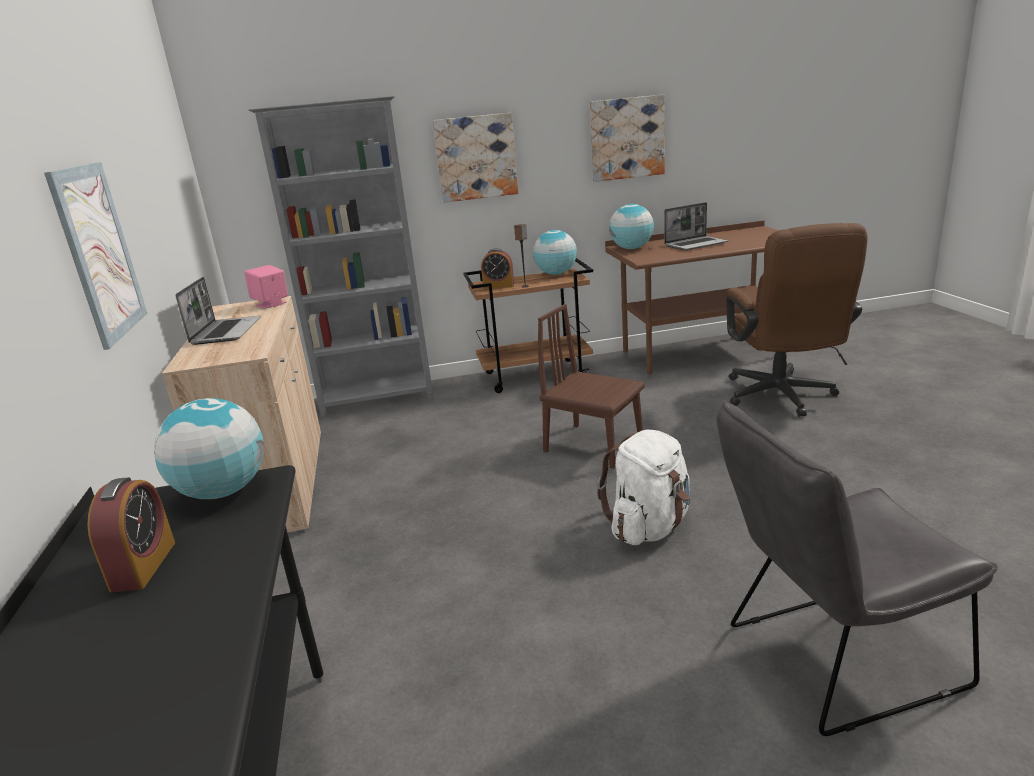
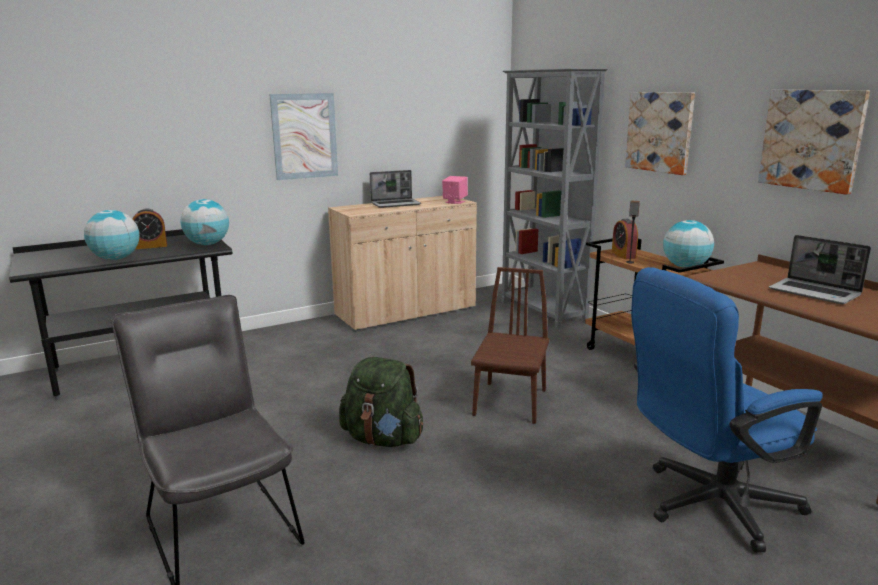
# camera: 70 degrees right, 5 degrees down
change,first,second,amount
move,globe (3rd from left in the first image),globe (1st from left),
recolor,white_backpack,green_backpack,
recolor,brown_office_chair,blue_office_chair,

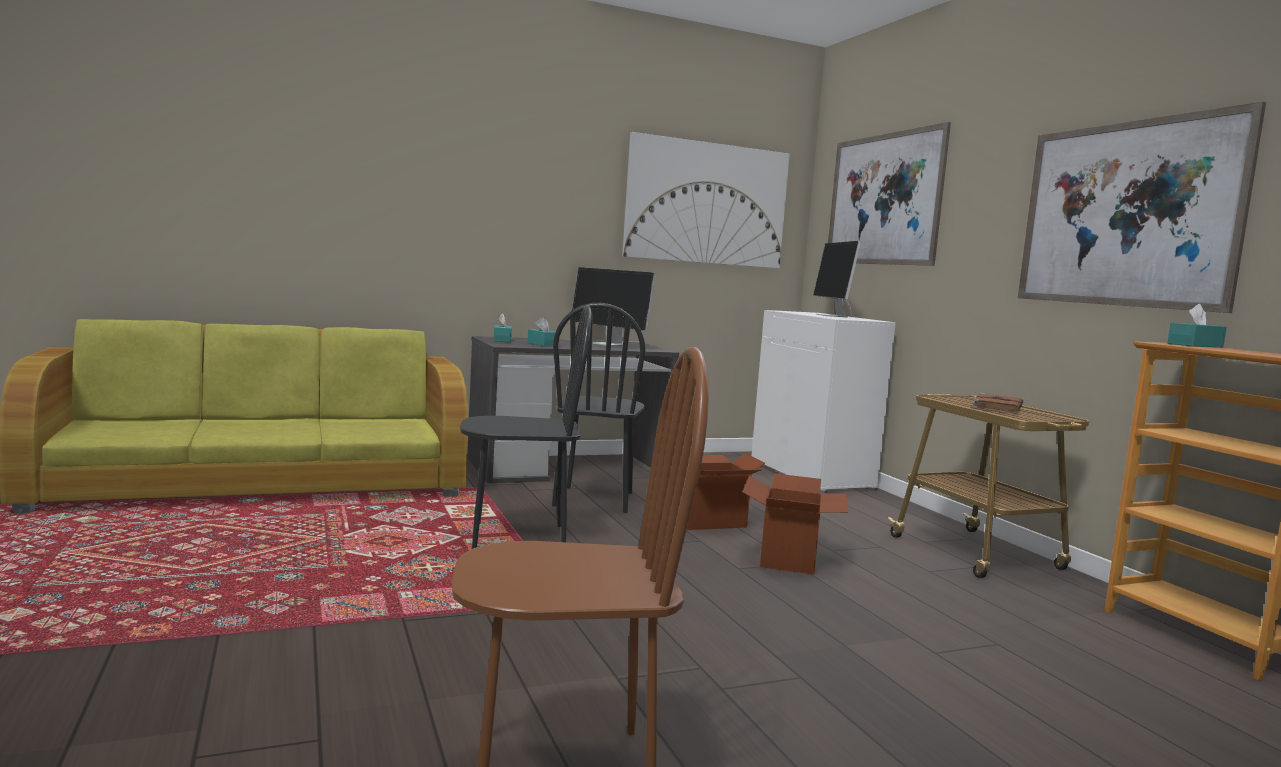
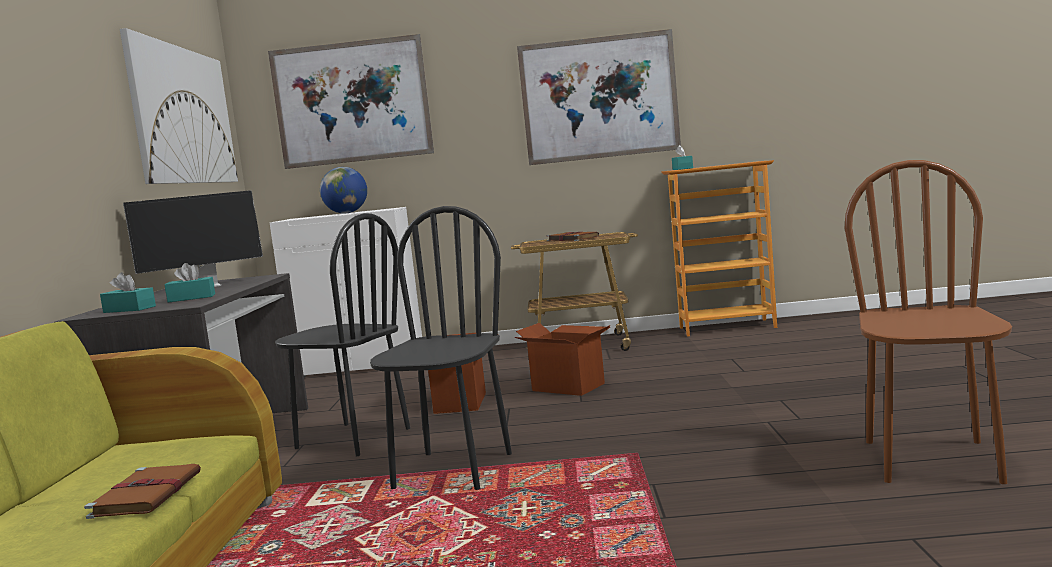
# camera: 65 degrees left, 0 degrees up
change,first,second,amount
insert,,brown_book (1st from left),
replace,monitor (2nd from left),globe,

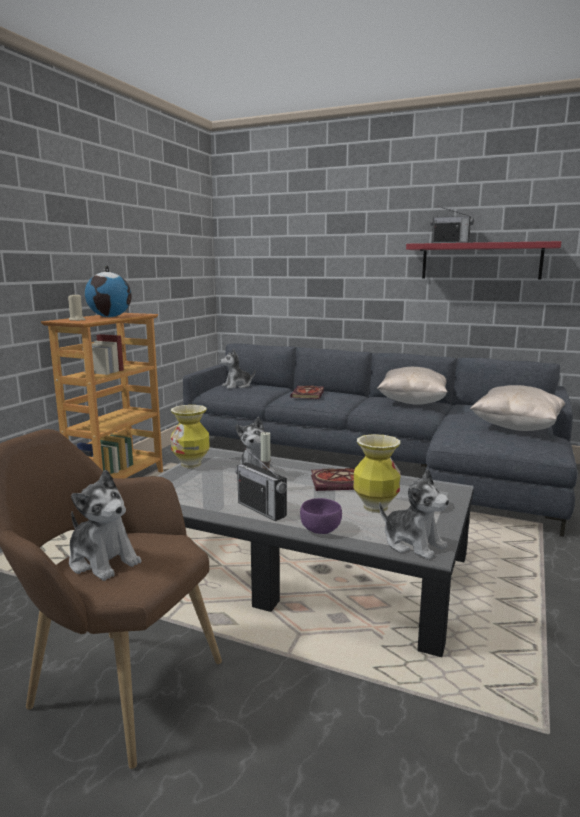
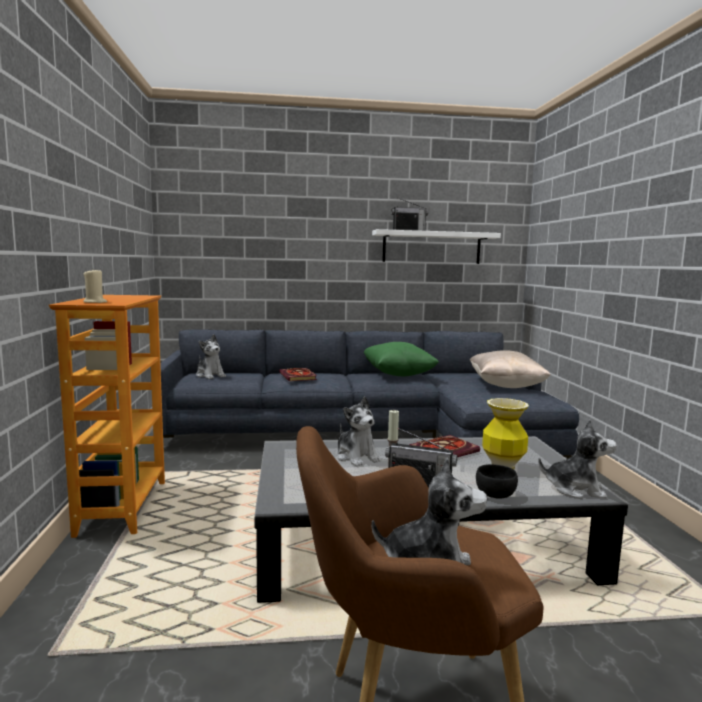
# camera: 30 degrees left, 5 degrees down
change,first,second,amount
delete,globe,,
delete,vase (1st from left),,
recolor,purple_bowl,black_bowl,
recolor,beige_pillow (1st from left),green_pillow,
recolor,red_shelf,white_shelf,
rotate,plush_toy (2nd from left in the first image),plush_toy (1st from left),75 degrees counterclockwise

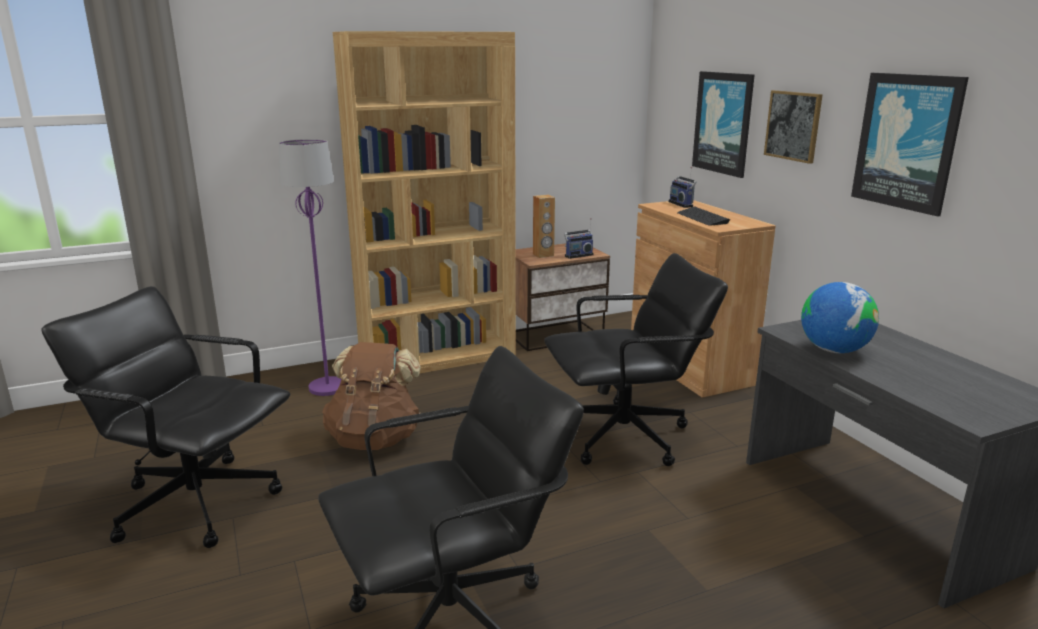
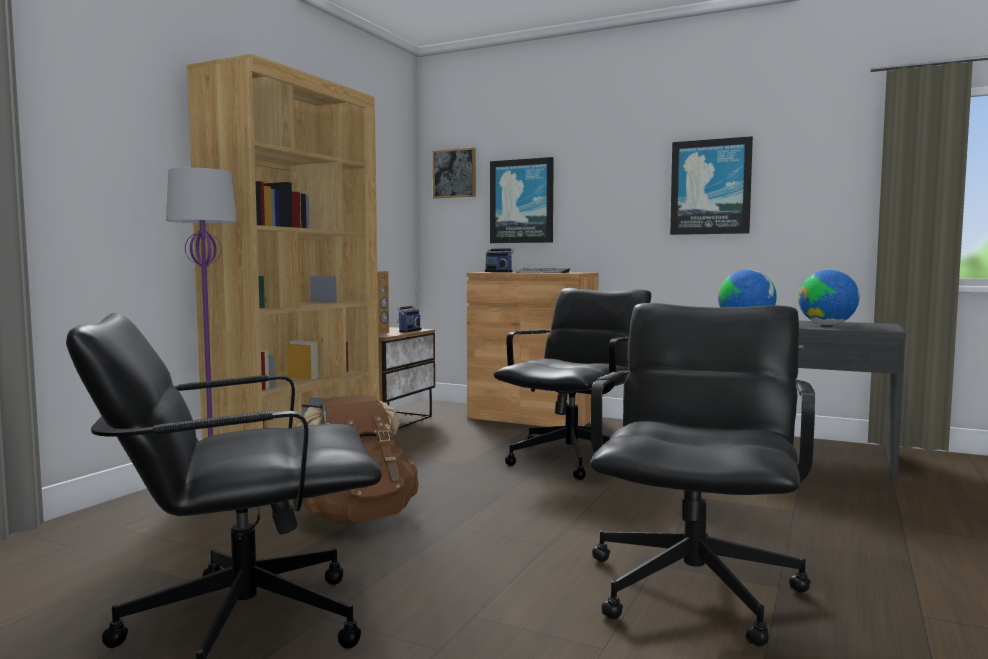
# camera: 40 degrees left, 15 degrees down
change,first,second,amount
insert,,globe (2nd from left),
move,picture (2nd from left in the first image),picture (1st from left),

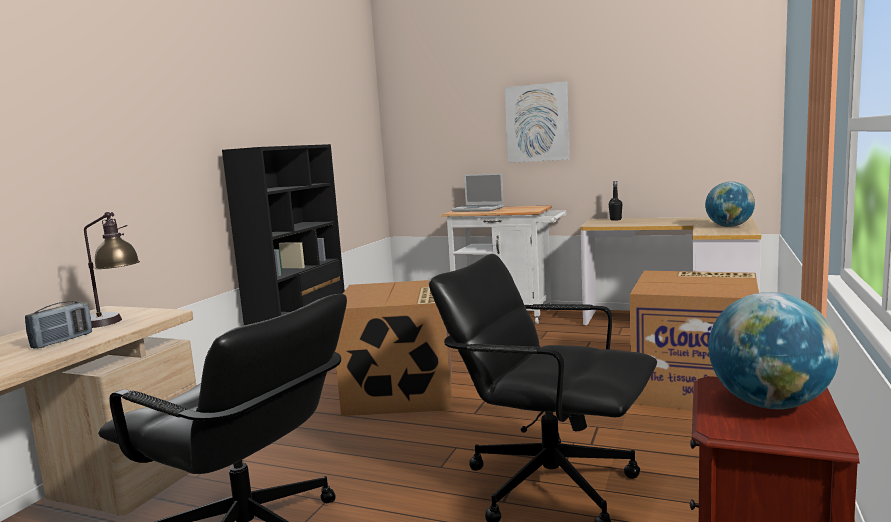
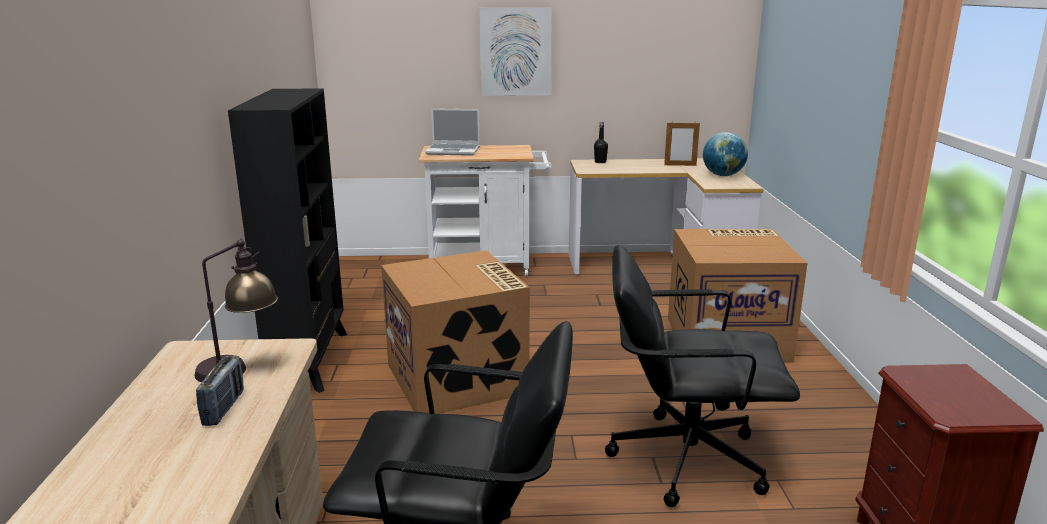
# camera: 25 degrees left, 10 degrees up
change,first,second,amount
delete,globe (2nd from left),,
insert,,picture_frame,

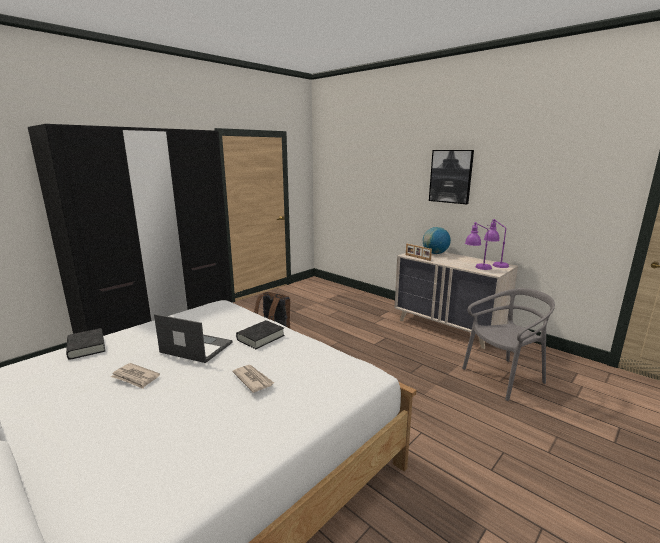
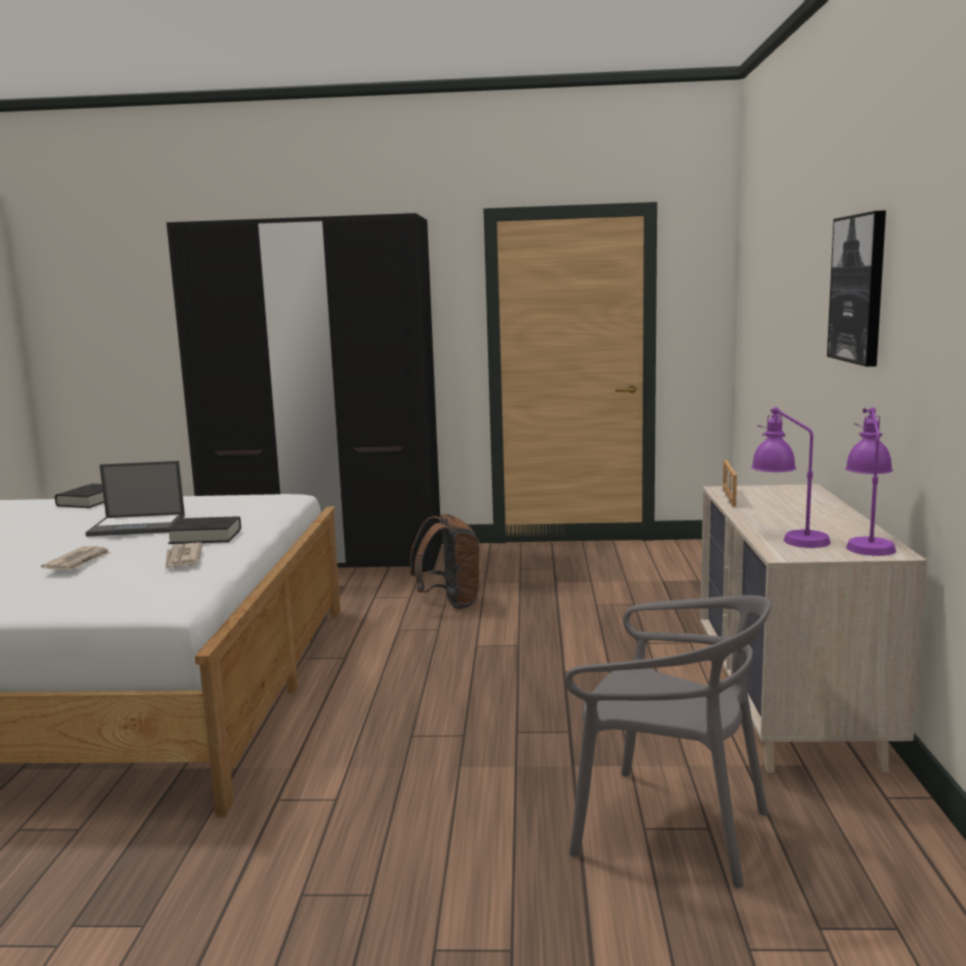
# camera: 50 degrees right, 5 degrees down
change,first,second,amount
delete,globe,,
move,newspaper (1st from left in the first image),newspaper (2nd from left),
rotate,laptop,,105 degrees clockwise

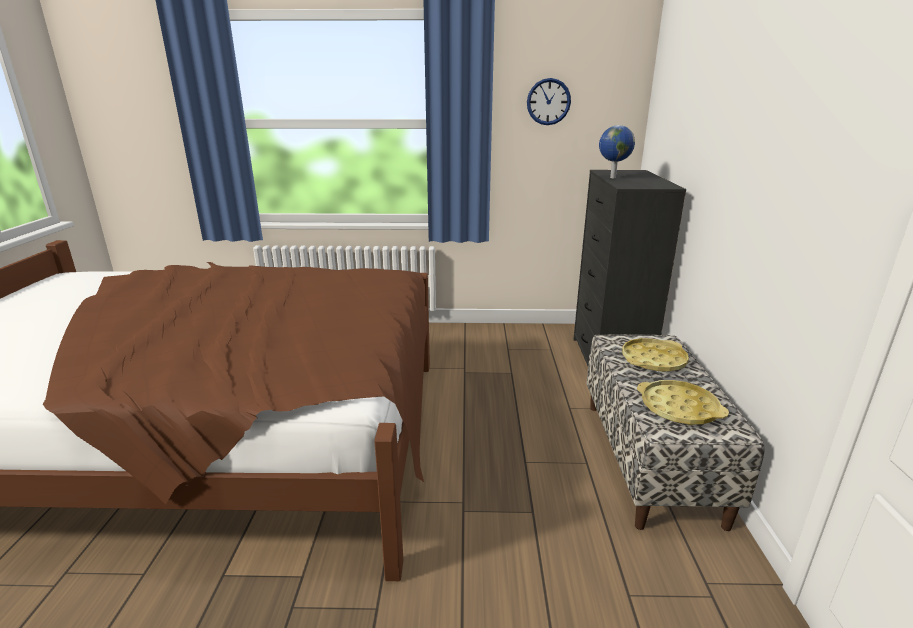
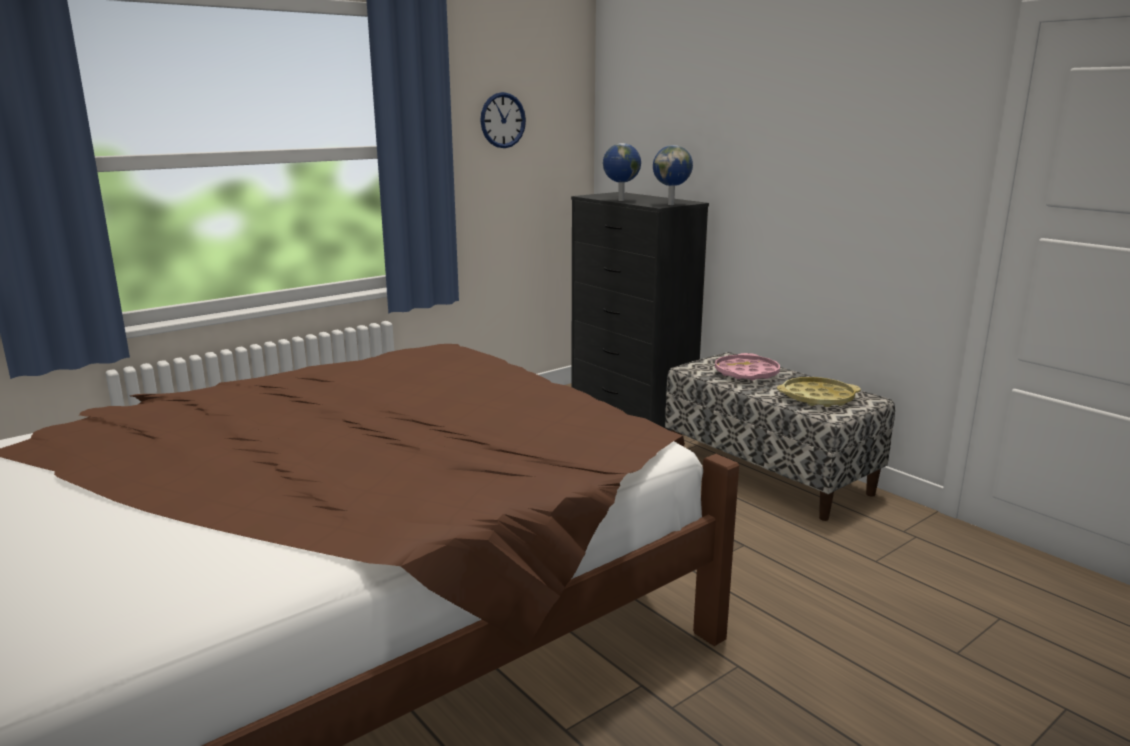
# camera: 40 degrees left, 5 degrees down
change,first,second,amount
insert,,globe (2nd from left),
recolor,yellow_tray (1st from left),pink_tray,

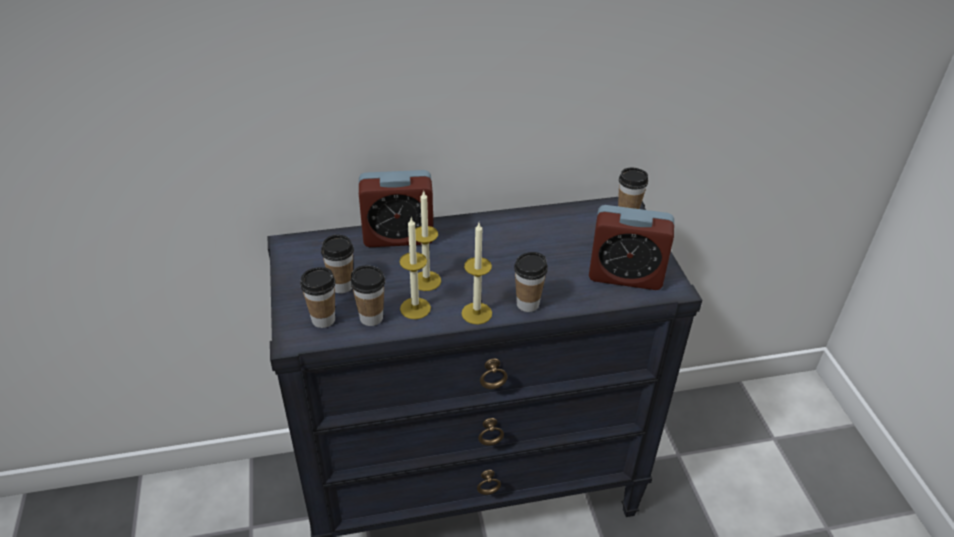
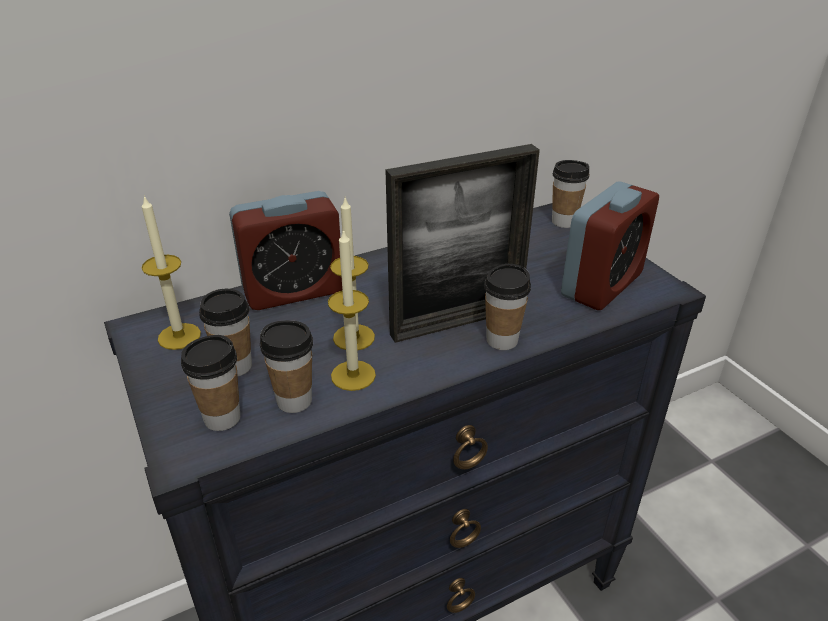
# camera: 15 degrees left, 5 degrees down
change,first,second,amount
insert,,picture_frame,
move,candle (3rd from left in the first image),candle (1st from left),
rotate,alarm_clock (2nd from left),,45 degrees counterclockwise

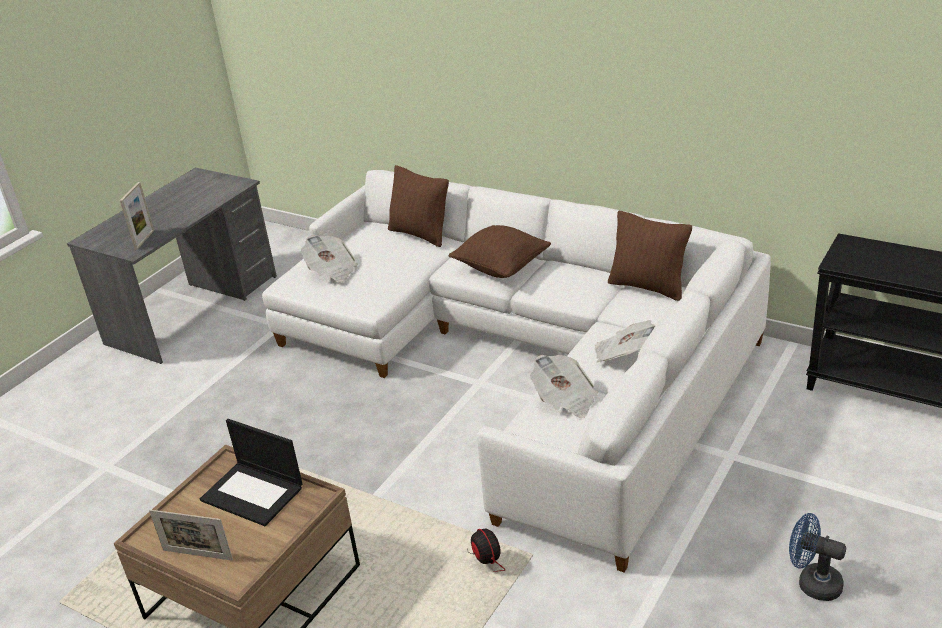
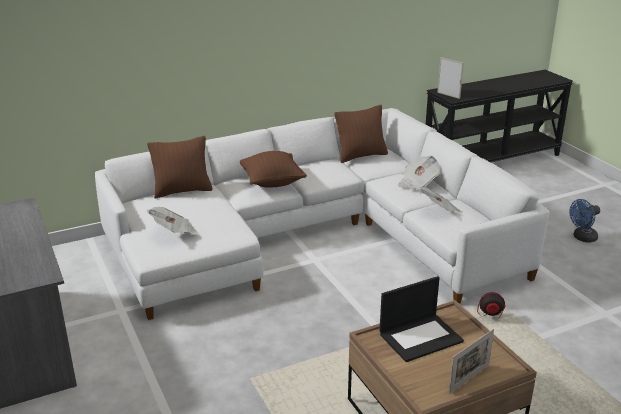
# camera: 60 degrees left, 5 degrees down
change,first,second,amount
move,picture_frame (1st from left),,

